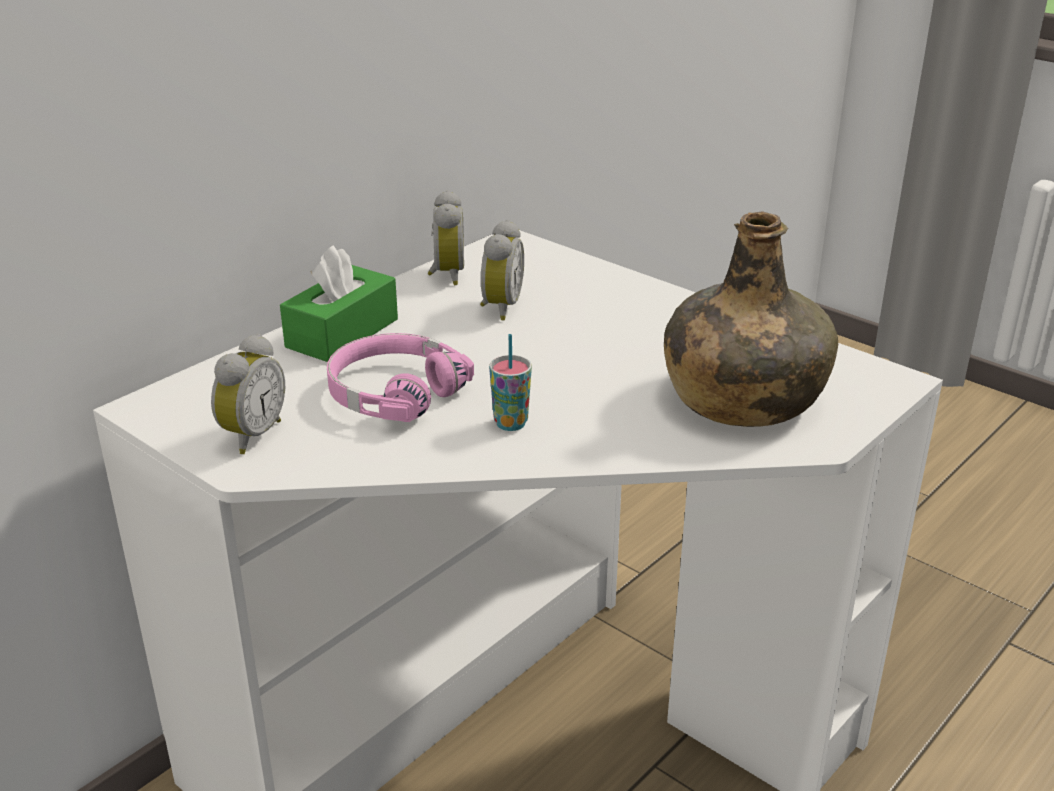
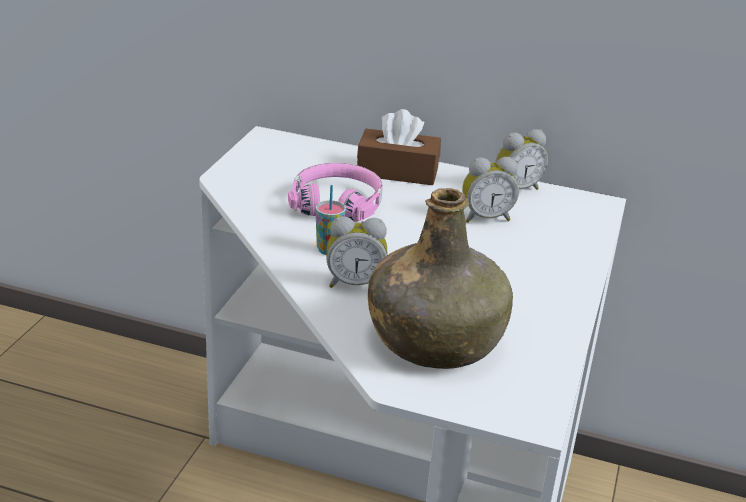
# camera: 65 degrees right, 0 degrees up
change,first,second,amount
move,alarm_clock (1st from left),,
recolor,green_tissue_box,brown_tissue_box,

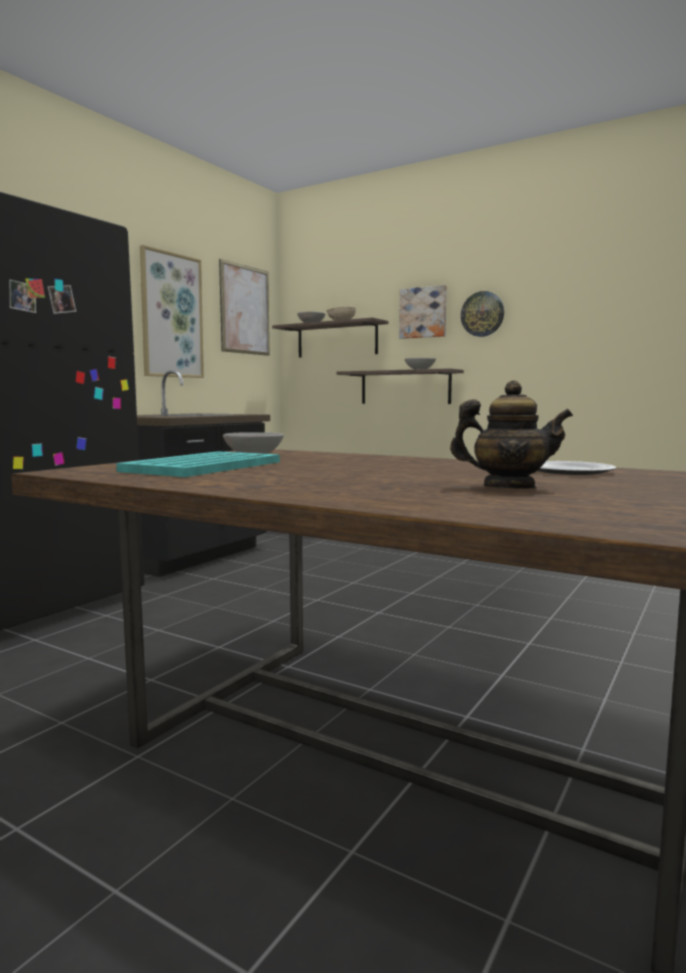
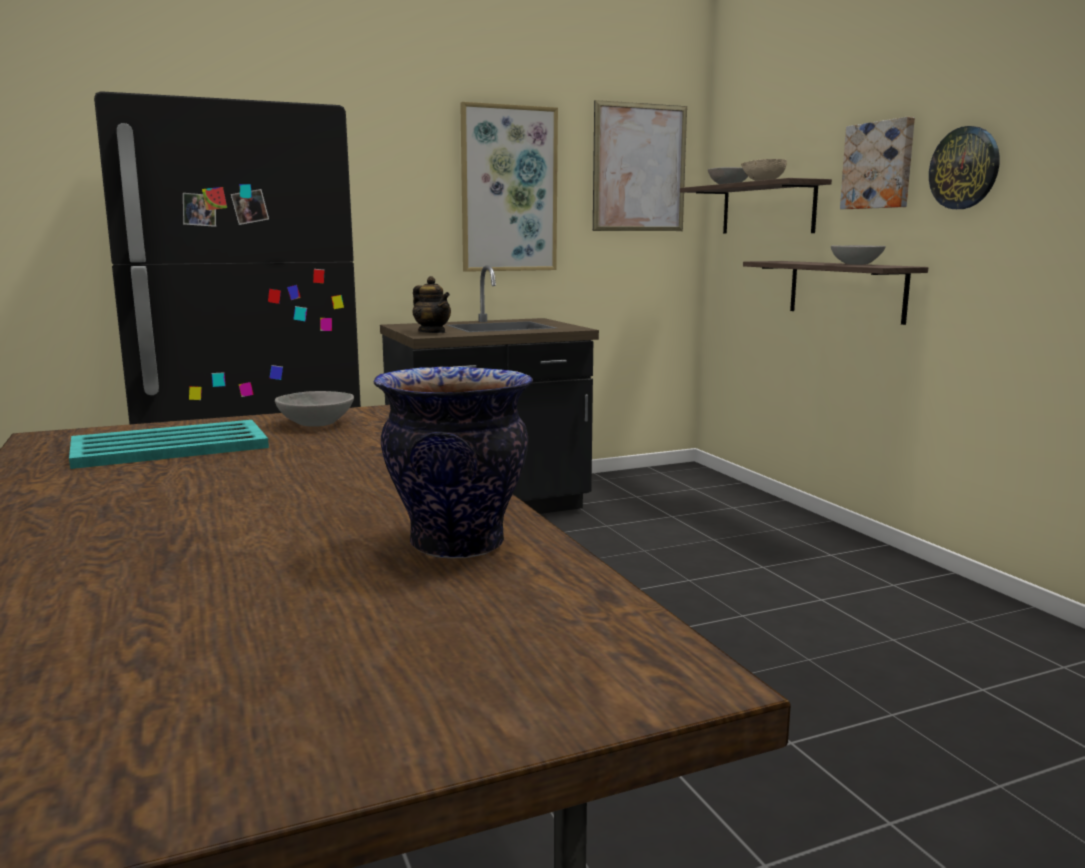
# camera: 35 degrees right, 5 degrees up
change,first,second,amount
move,teapot,,
replace,plate,vase,

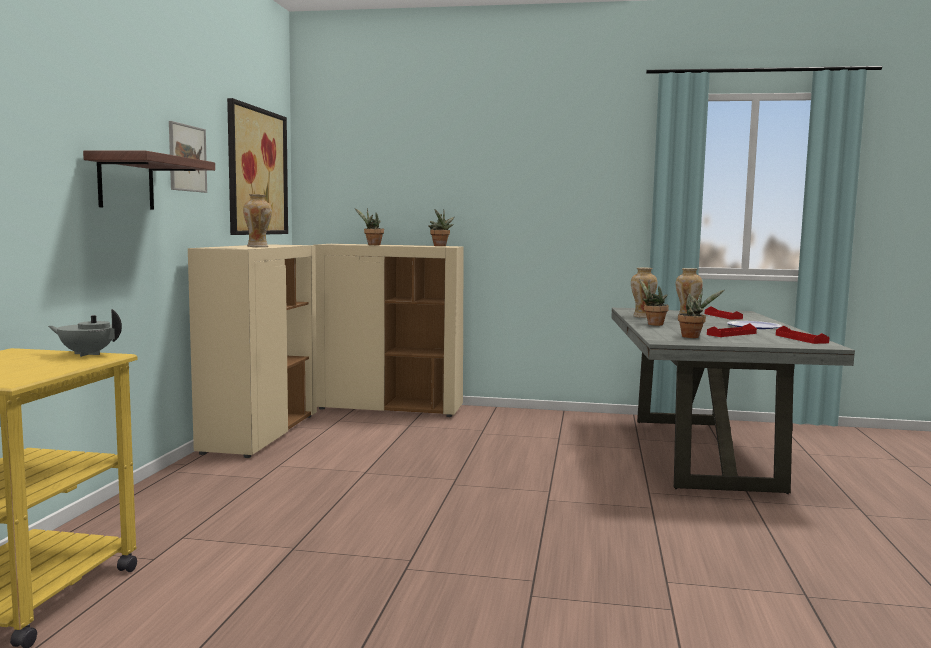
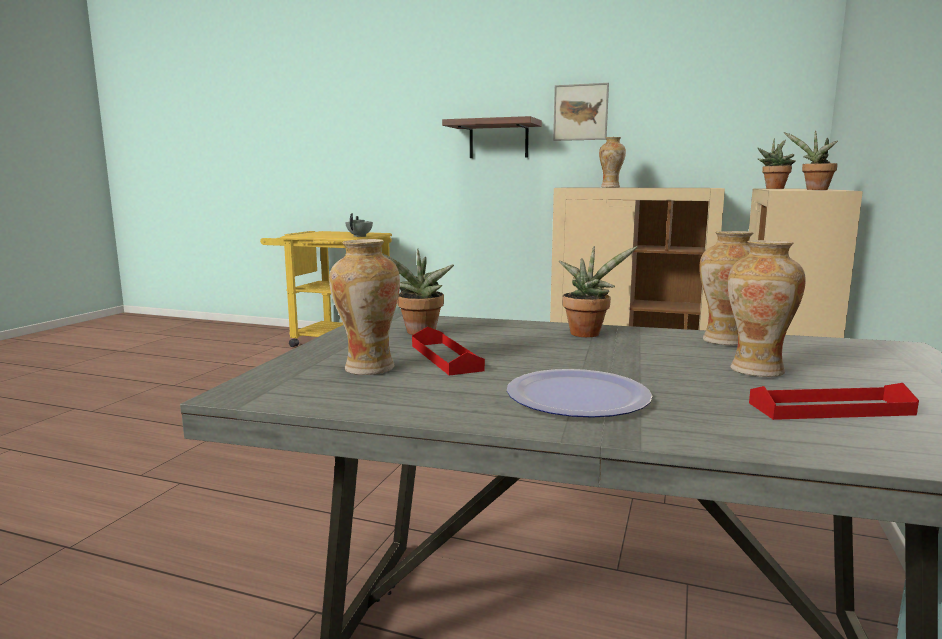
# camera: 100 degrees right, 5 degrees up
change,first,second,amount
delete,picture (2nd from left),,
delete,red_tray (3rd from left),,
insert,,vase (1st from left),

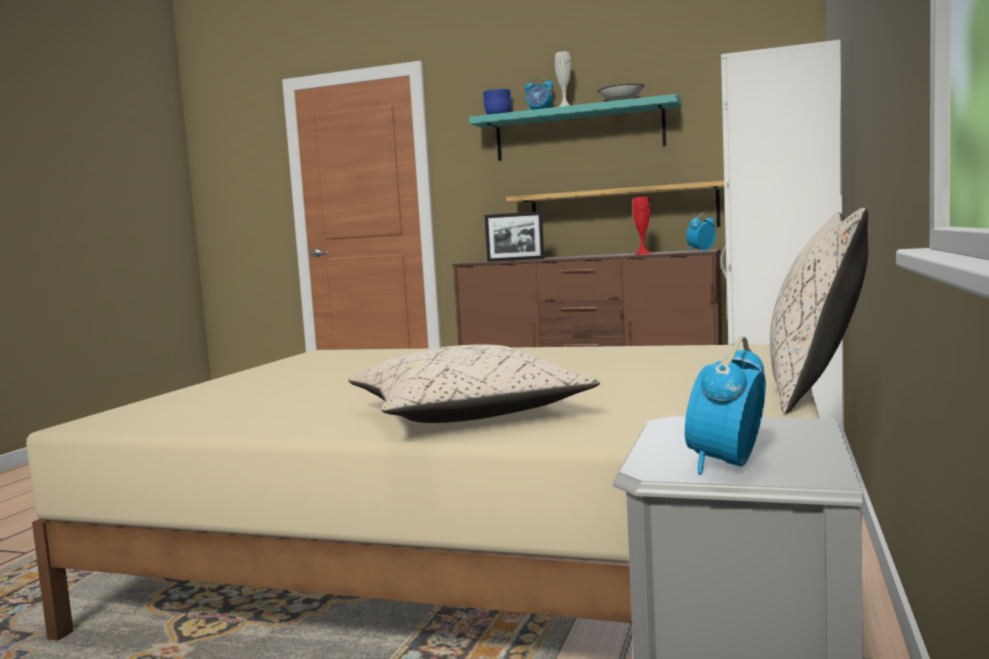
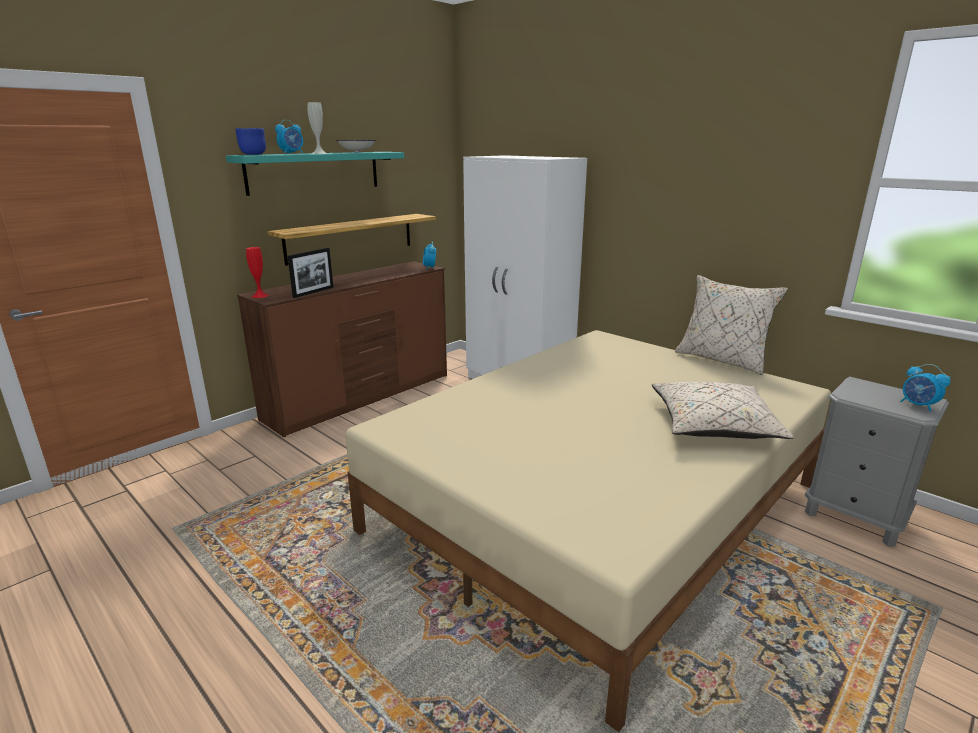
# camera: 65 degrees left, 15 degrees up
change,first,second,amount
move,red_vase,,

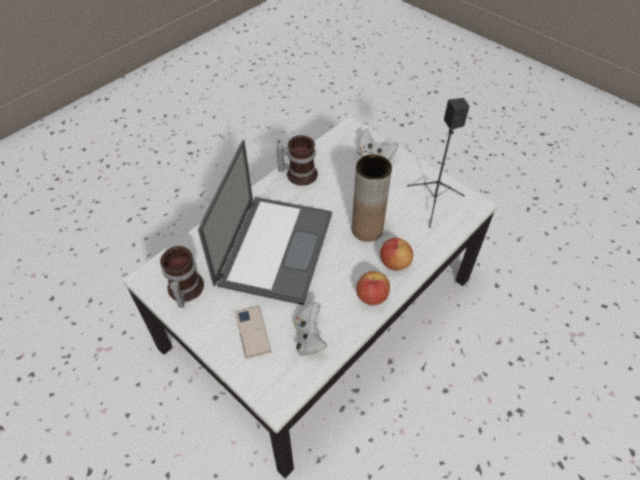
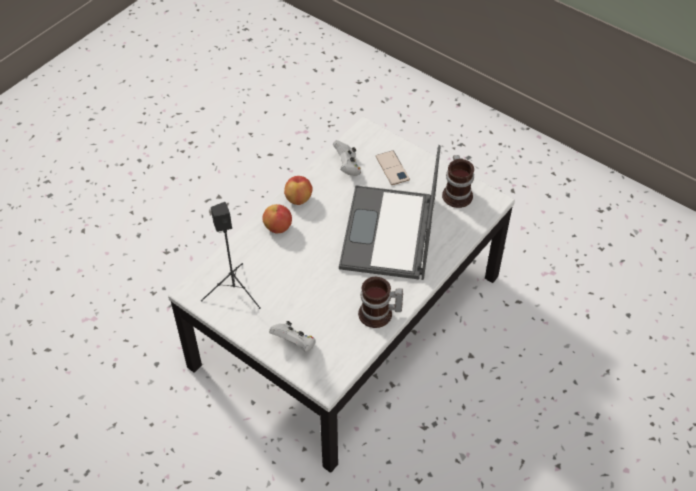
# camera: 175 degrees right, 0 degrees up
change,first,second,amount
delete,brown_vase,,

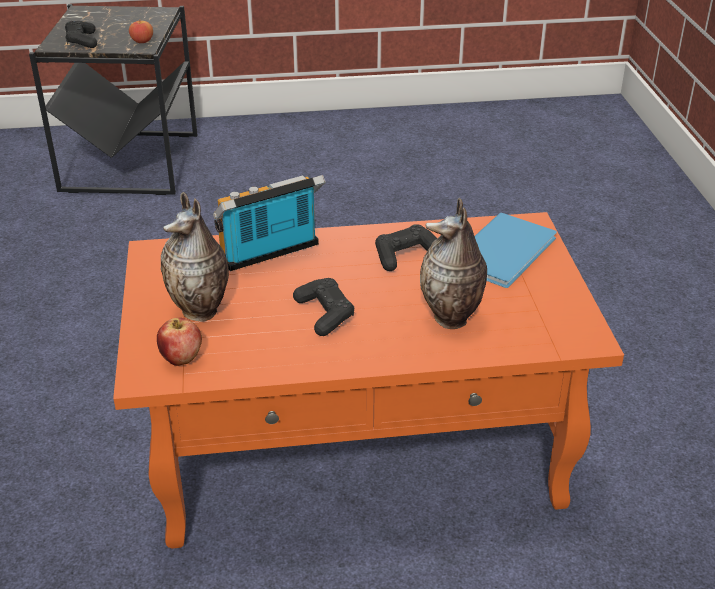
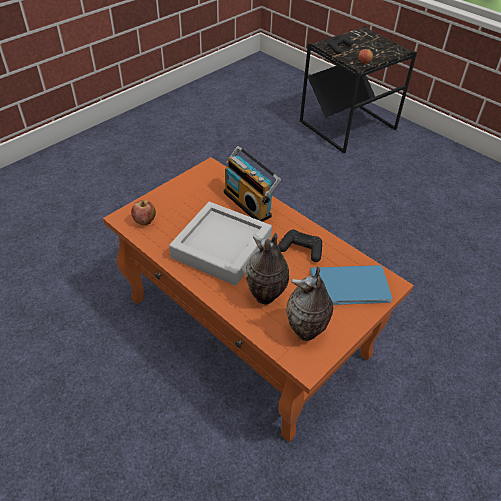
# camera: 50 degrees right, 10 degrees up
change,first,second,amount
move,vase (1st from left in the first image),vase (2nd from left),
replace,black_game_controller (2nd from left),grey_tray,
rotate,radio,,150 degrees counterclockwise

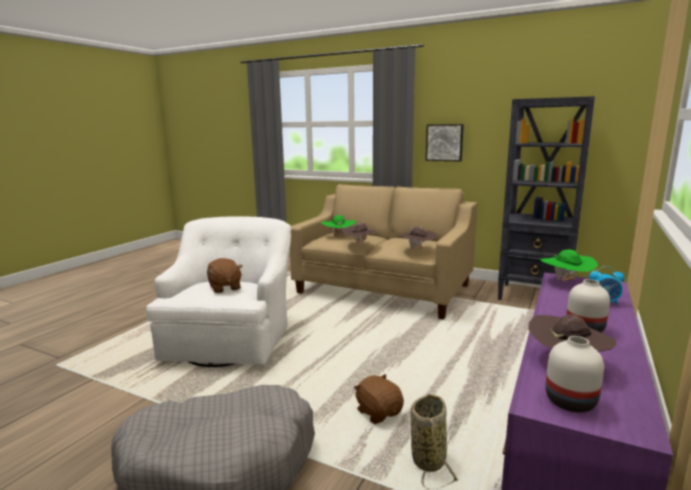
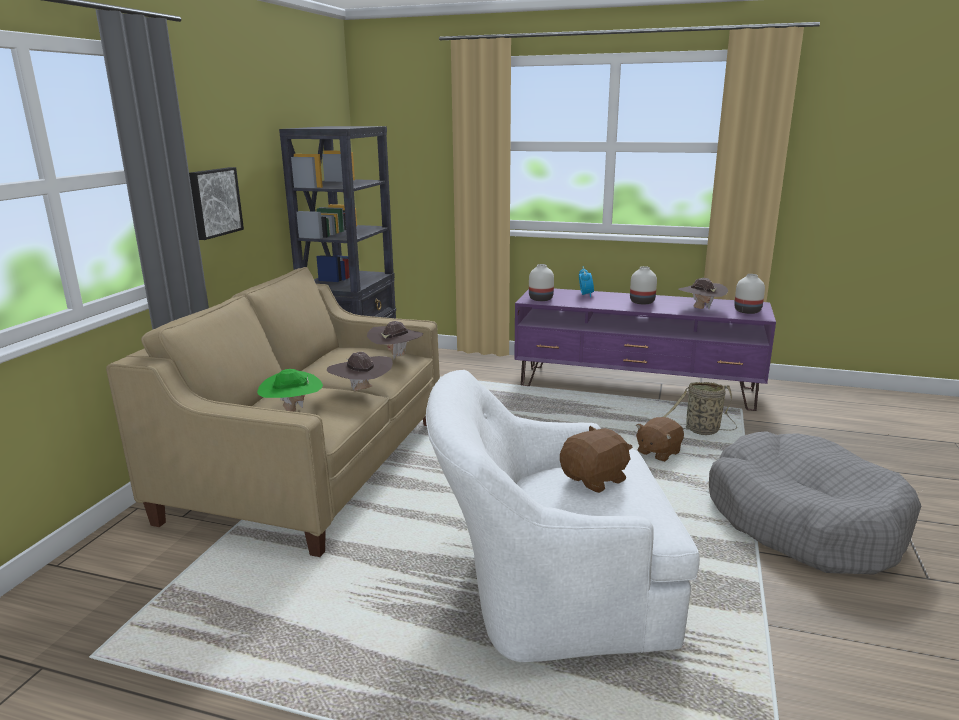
# camera: 100 degrees left, 5 degrees up
change,first,second,amount
replace,green_hat (2nd from left),white_vase (1st from left),

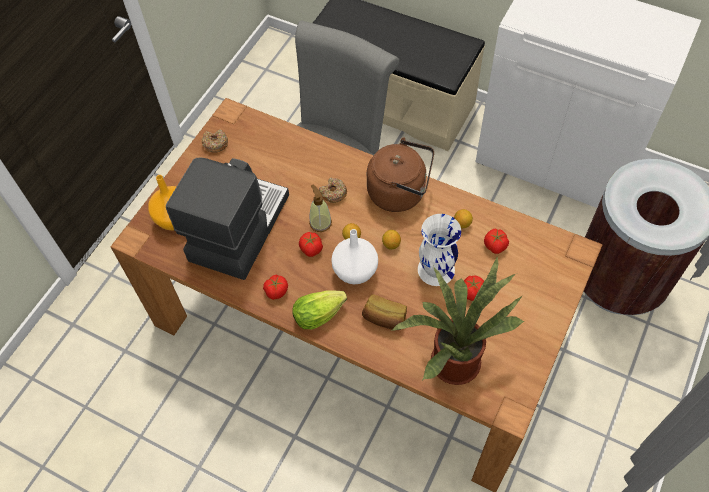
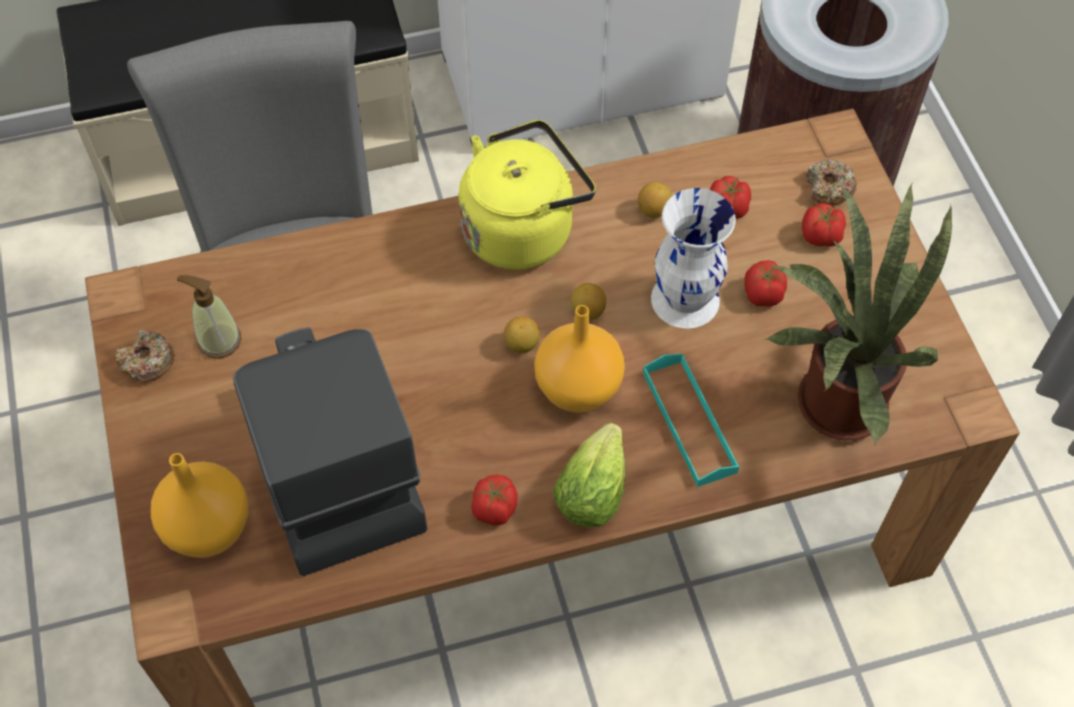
# camera: 45 degrees left, 0 degrees up
change,first,second,amount
move,tomato (2nd from left in the first image),tomato (4th from left),
move,soap_dispenser,,
move,donut (2nd from left),,
replace,bread,turquoise_tray,
recolor,white_vase (1st from left),orange_vase (2nd from left),
recolor,brown_kettle,yellow_kettle,

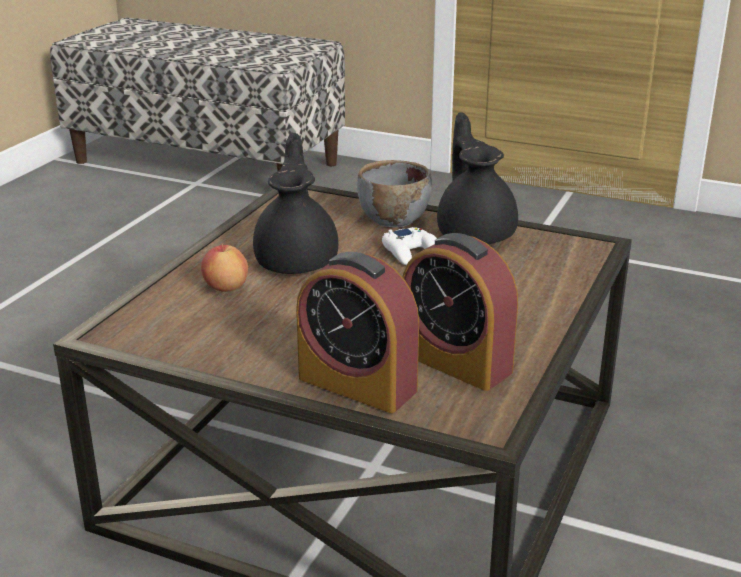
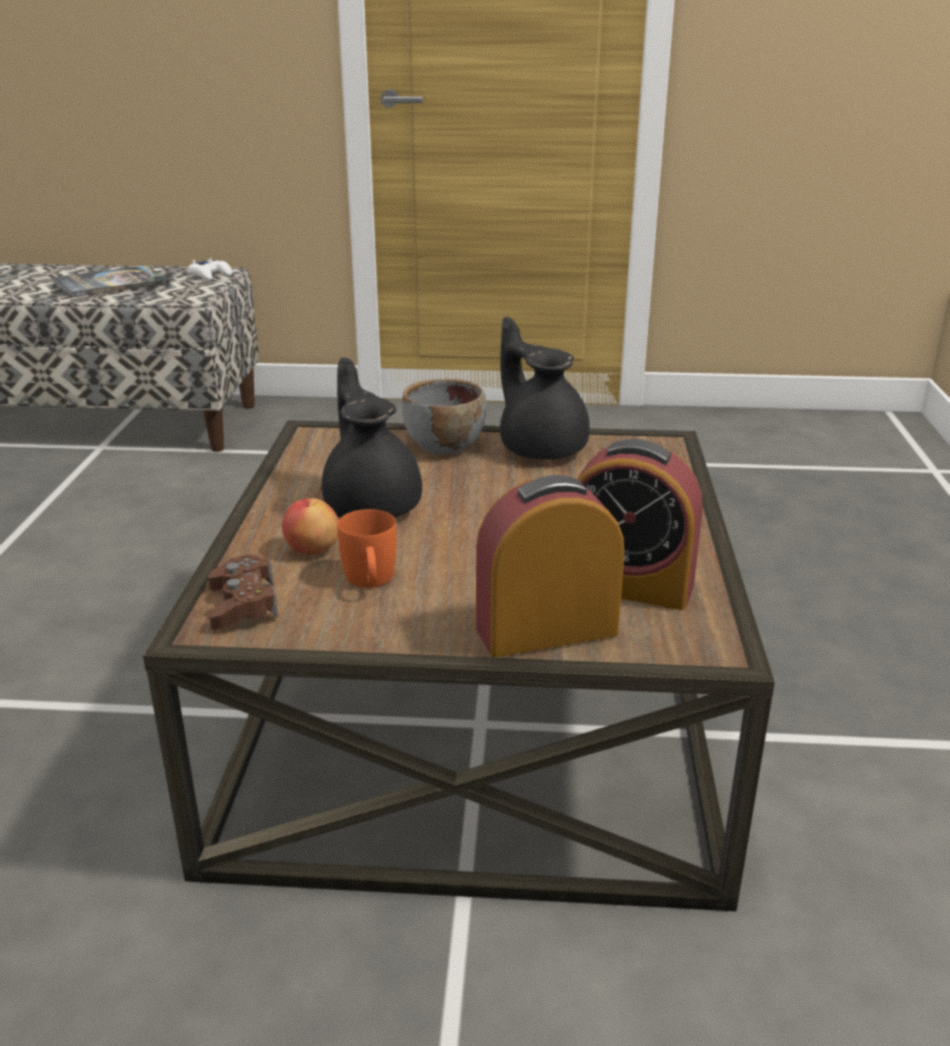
# camera: 20 degrees left, 0 degrees up
change,first,second,amount
insert,,book,
insert,,brown_game_controller,
insert,,orange_mug,
move,white_game_controller,,
rotate,alarm_clock (1st from left),,150 degrees clockwise

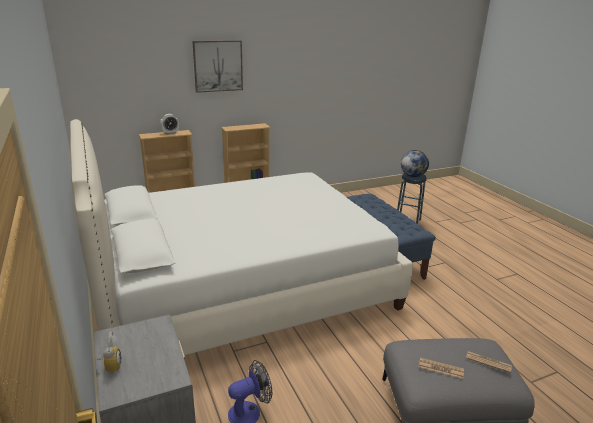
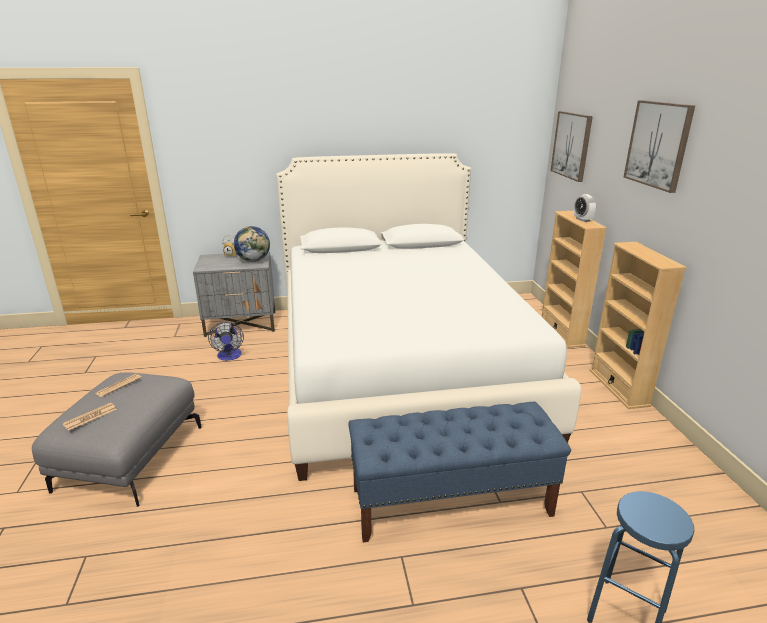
# camera: 105 degrees right, 0 degrees up
change,first,second,amount
insert,,picture (1st from left),
move,globe,,

